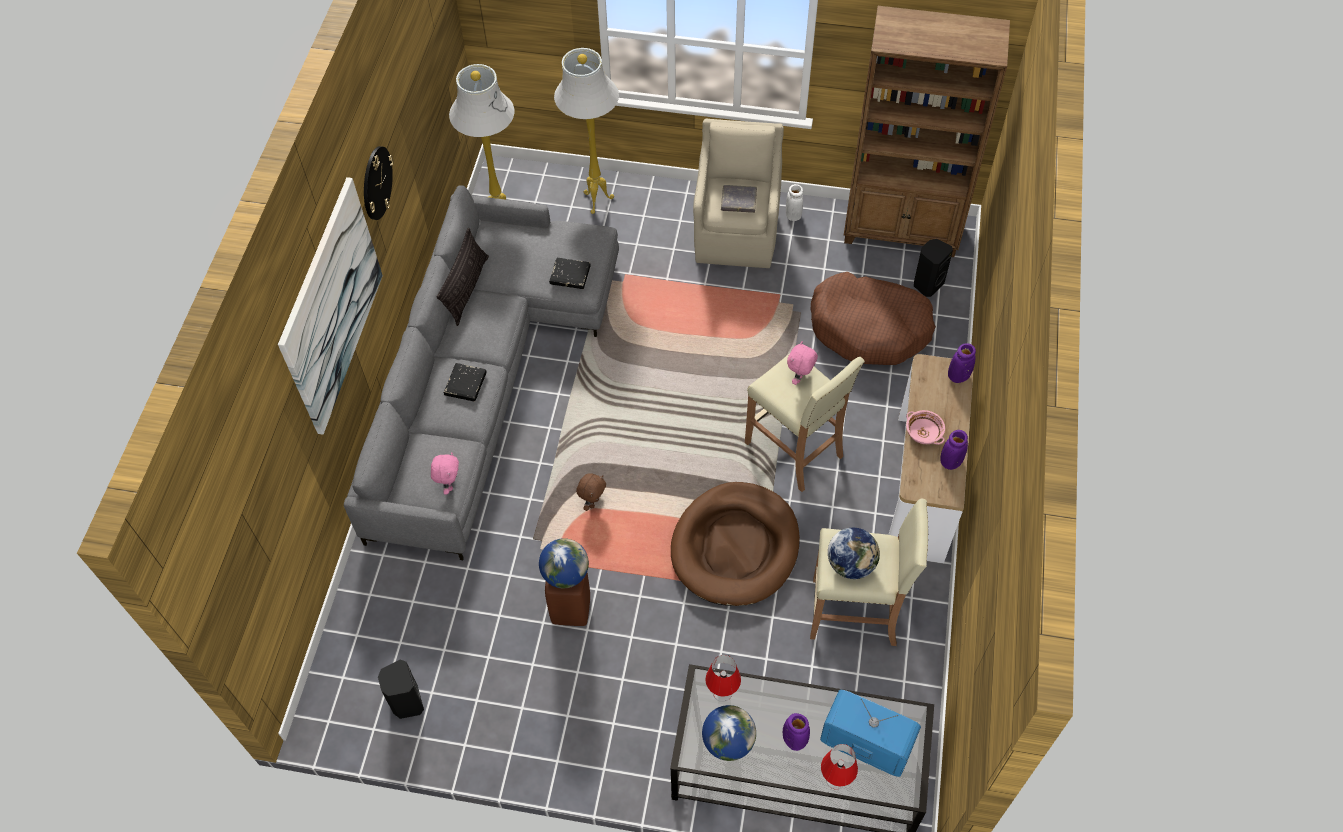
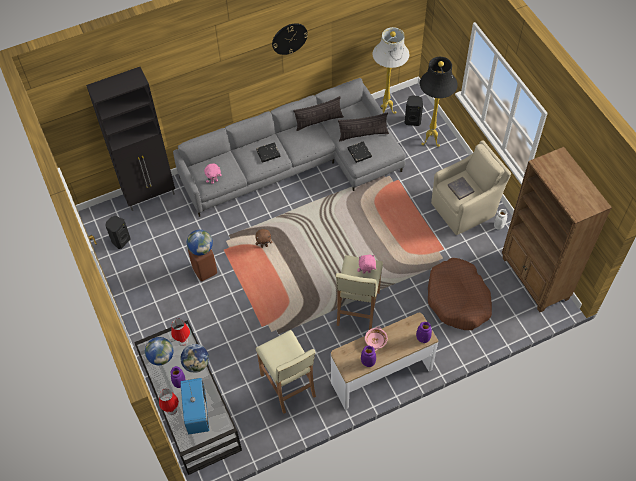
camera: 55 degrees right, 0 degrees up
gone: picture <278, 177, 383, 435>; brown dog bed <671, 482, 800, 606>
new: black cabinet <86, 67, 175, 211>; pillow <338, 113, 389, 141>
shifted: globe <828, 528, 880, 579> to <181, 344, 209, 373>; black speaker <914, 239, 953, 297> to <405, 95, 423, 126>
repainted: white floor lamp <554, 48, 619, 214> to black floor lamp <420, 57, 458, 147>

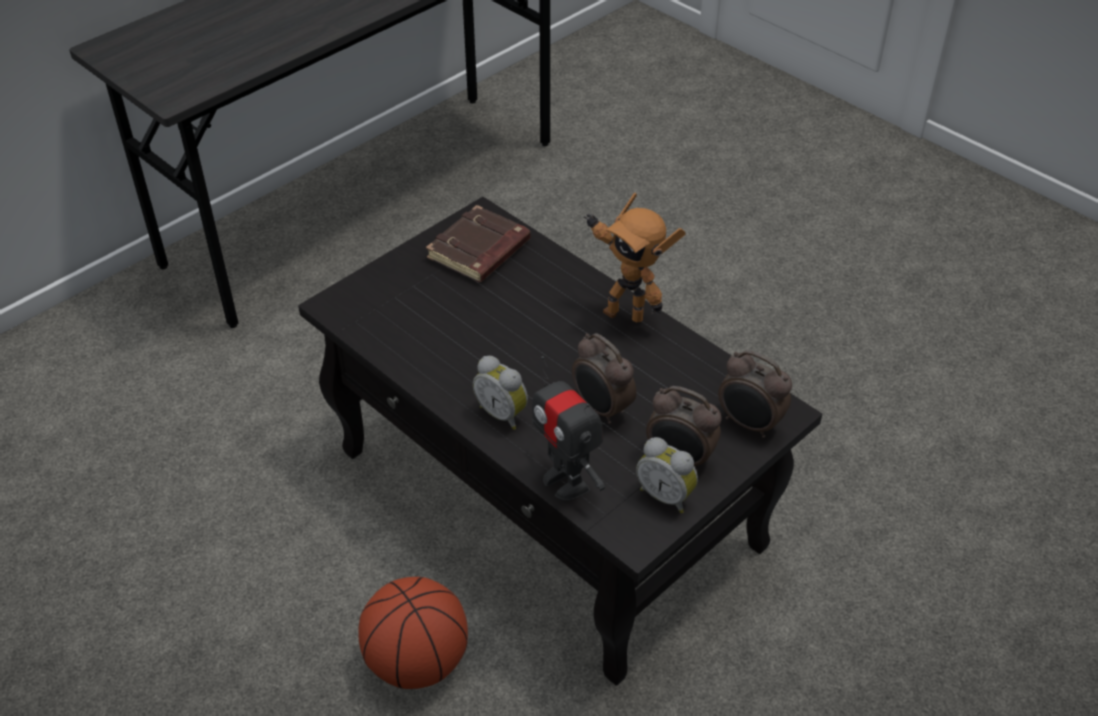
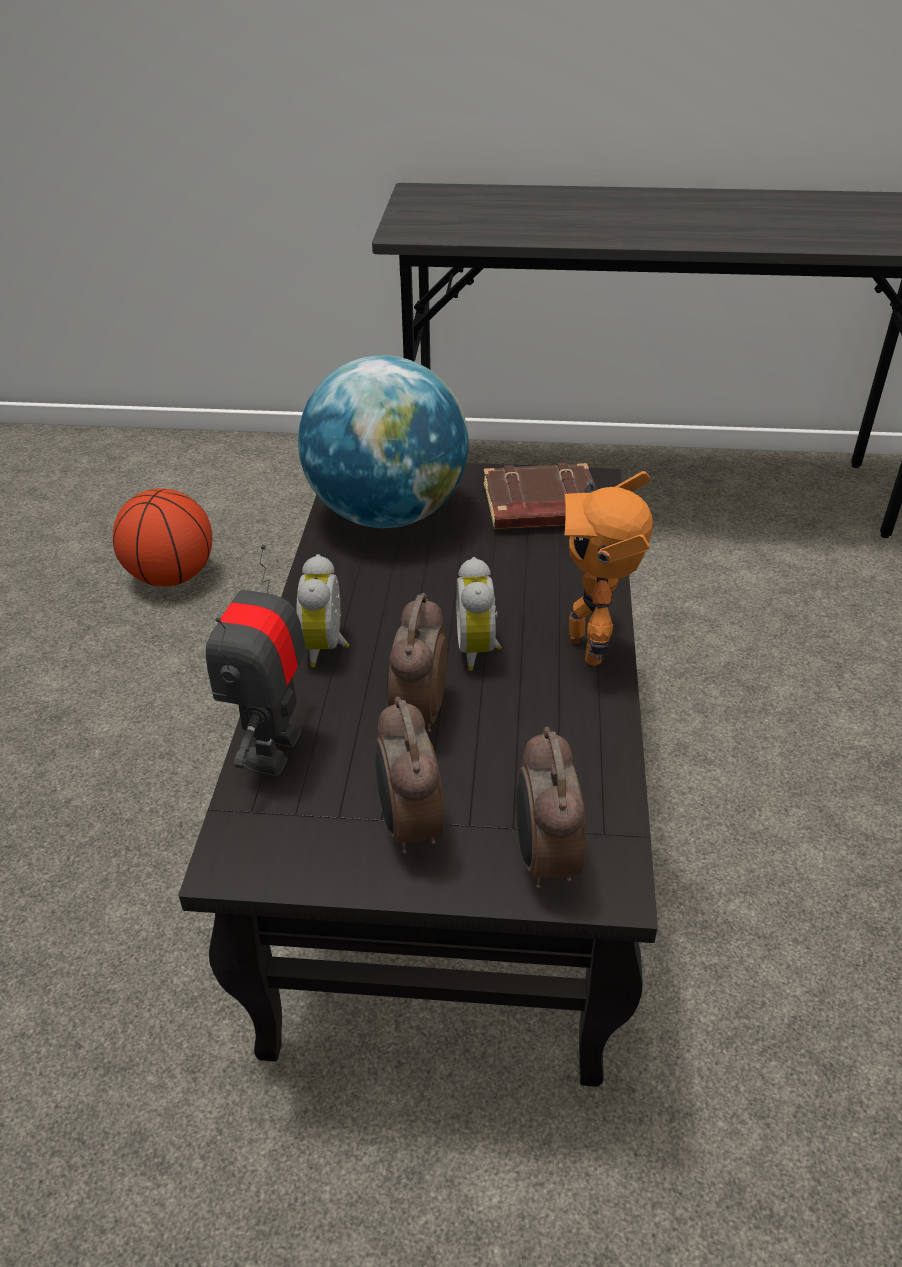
camera: 50 degrees right, 5 degrees down
new: globe <298, 355, 469, 528>
shifted: basketball <358, 577, 468, 689> to <113, 488, 212, 587>; alarm clock <636, 437, 698, 513> to <456, 557, 502, 671>

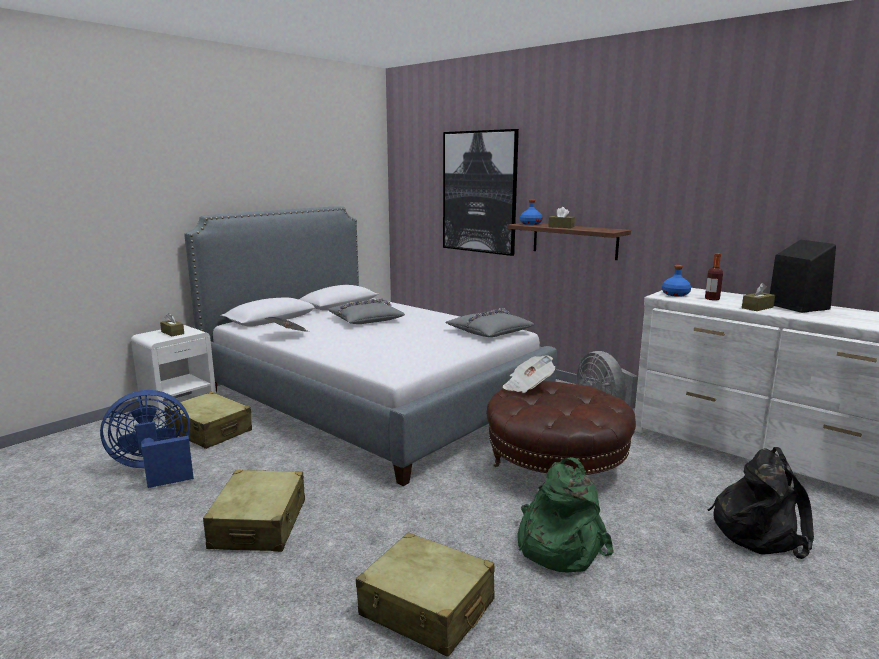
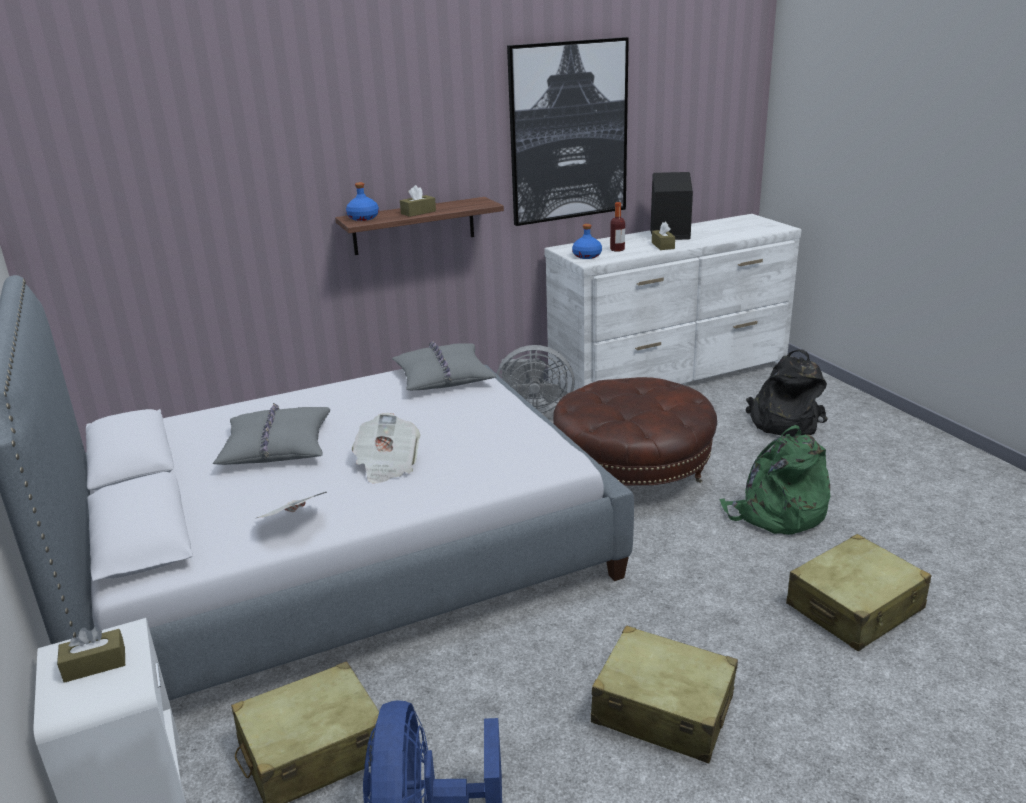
camera: 65 degrees left, 10 degrees up
shifted: picture <443, 129, 519, 256> to <507, 37, 629, 226>; newspaper <503, 355, 555, 393> to <352, 413, 420, 484>

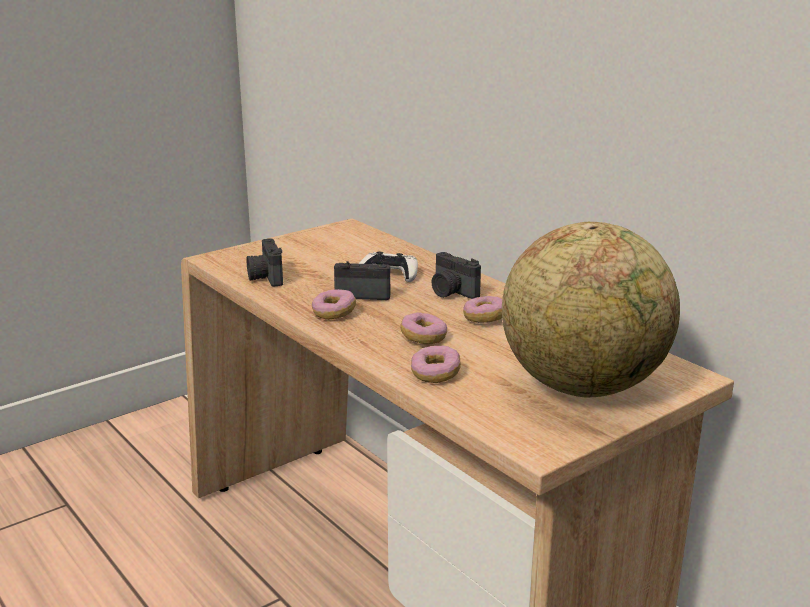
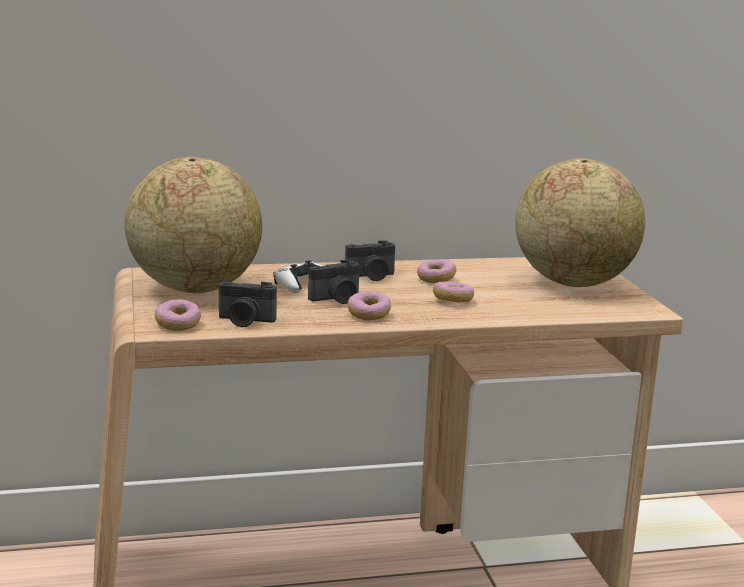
camera: 65 degrees left, 5 degrees down
new: globe <124, 157, 262, 293>
shifted: donut <411, 346, 461, 383> to <155, 299, 201, 331>
rotated: photo camera <334, 261, 390, 300> = <308, 259, 359, 304> 150 degrees counterclockwise

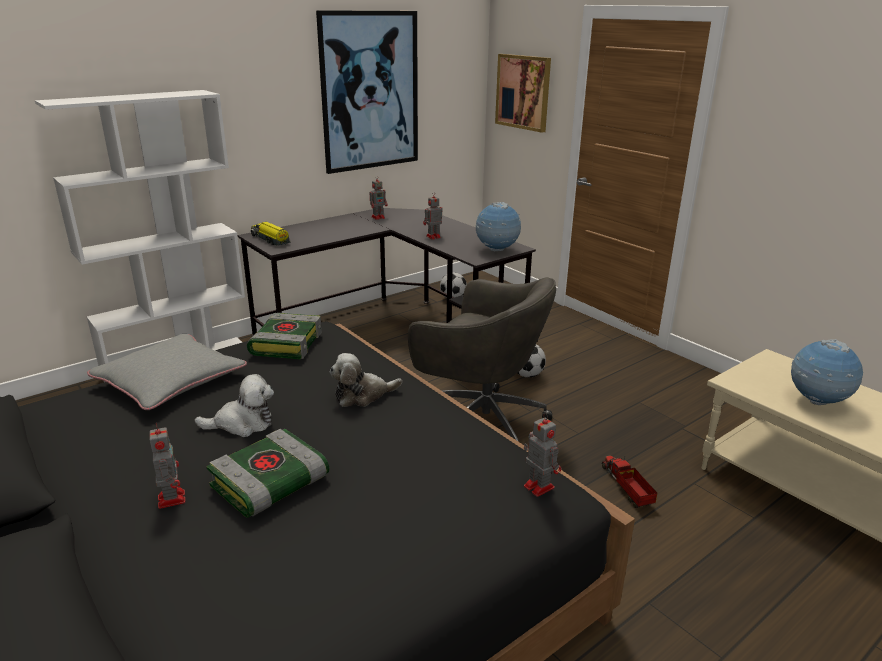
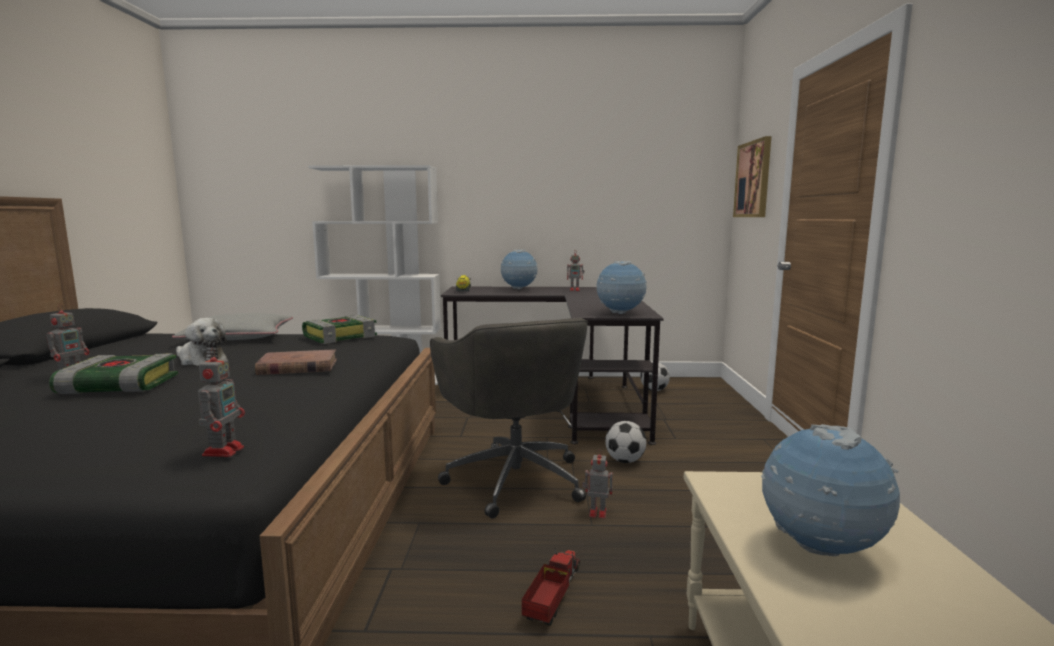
camera: 40 degrees right, 15 degrees down
gone: picture <316, 10, 418, 174>
new: globe <501, 250, 538, 289>
shifted: toy robot <423, 192, 443, 240> to <582, 449, 613, 519>
swapped: plush toy <330, 353, 402, 407> to brown book <255, 349, 337, 375>

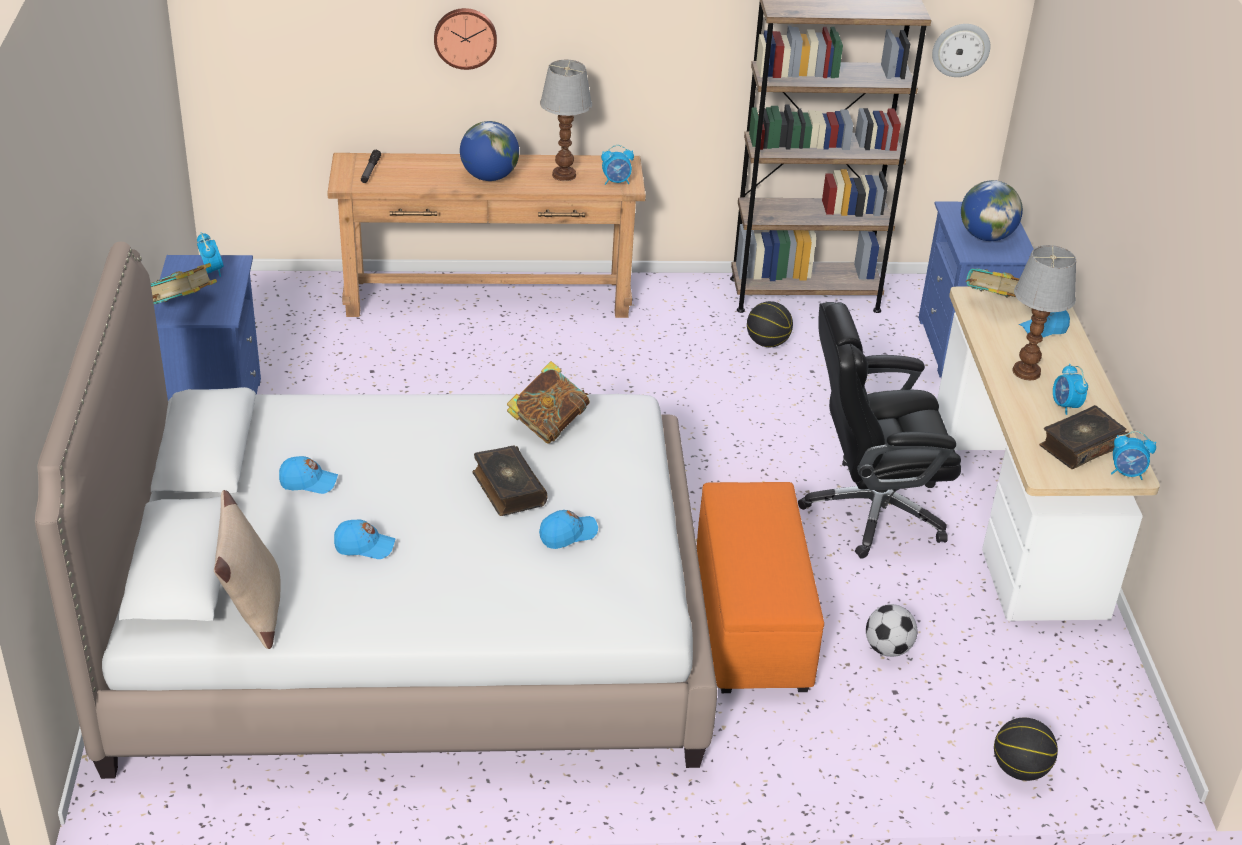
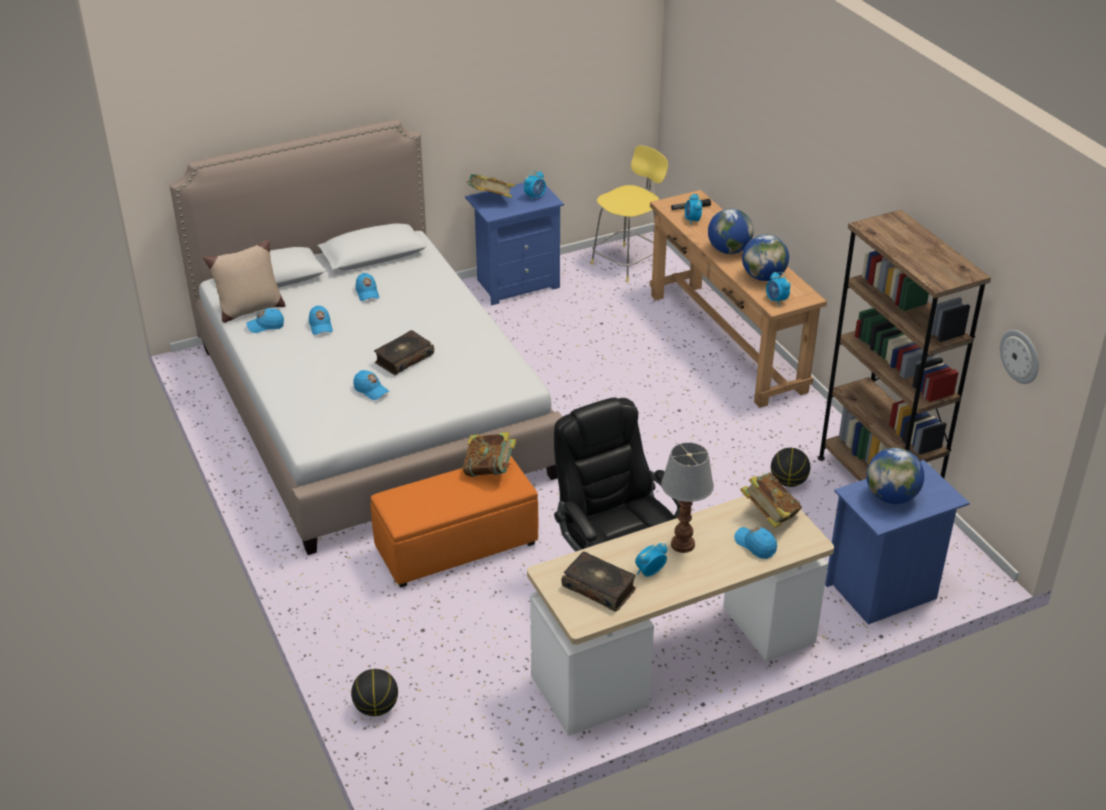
camera: 70 degrees right, 0 degrees up
gone: wall clock <434, 8, 497, 70>; football <866, 604, 918, 657>
new: blue cap <246, 308, 284, 333>; yellow stool <591, 145, 668, 283>
shifted: book <507, 361, 590, 443> to <463, 432, 516, 477>; alarm clock <1111, 431, 1156, 480> to <685, 194, 702, 225>
swapped: table lamp <540, 60, 592, 181> to globe <742, 234, 789, 281>

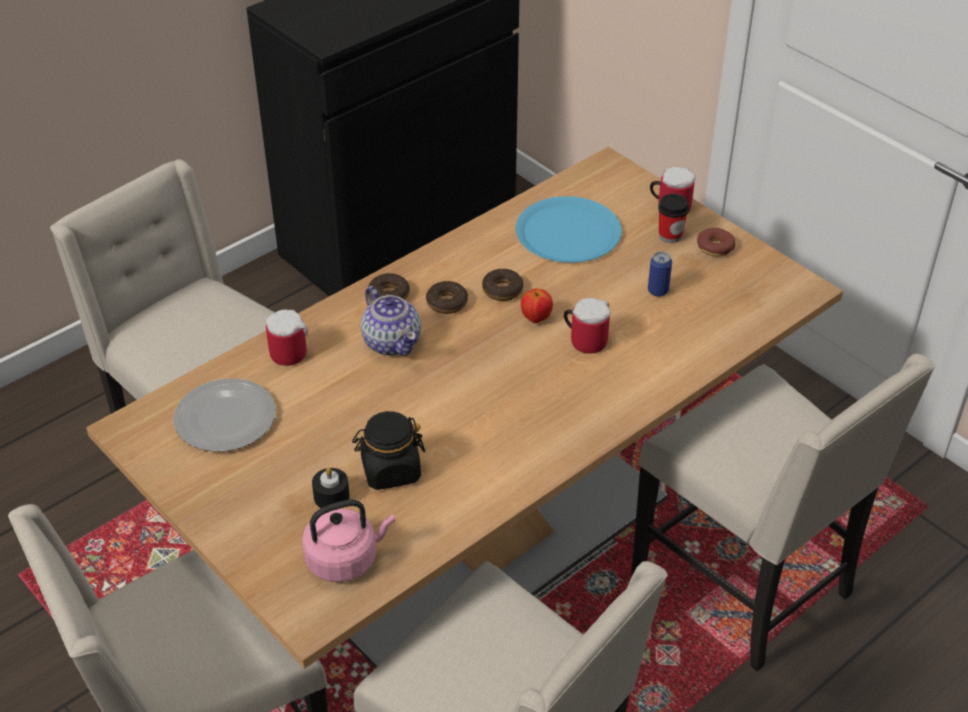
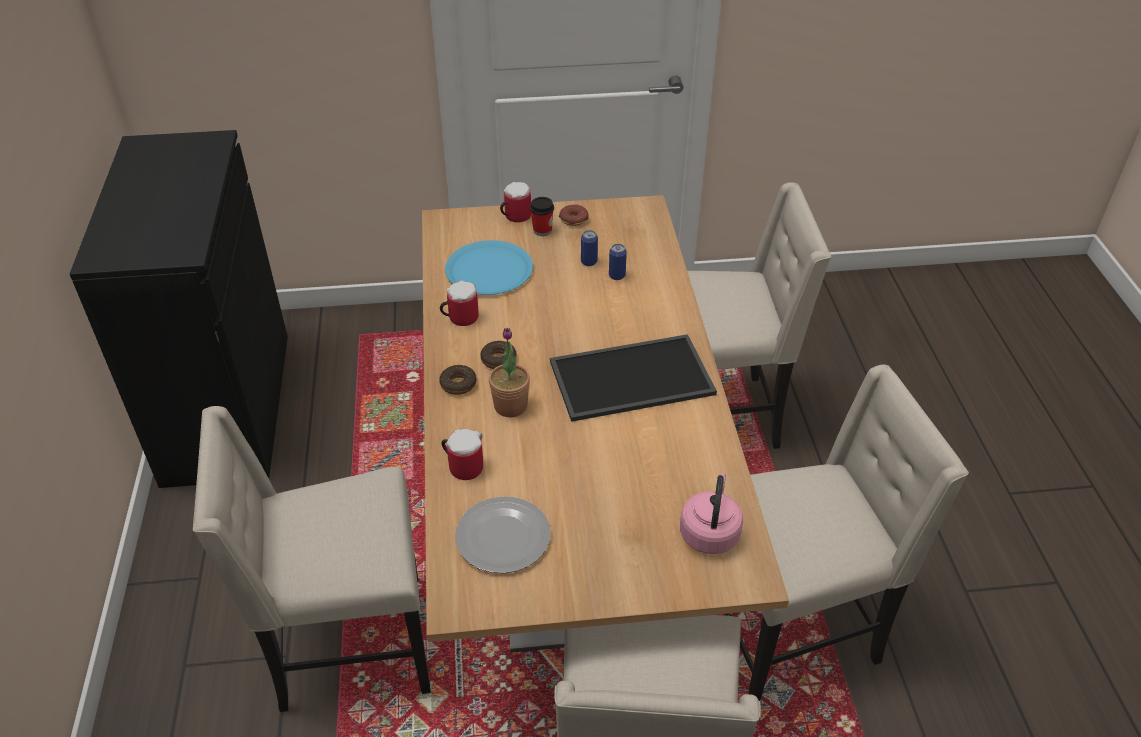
camera: 55 degrees left, 0 degrees up
gone: black candle <312, 467, 350, 508>; black jar <352, 411, 425, 490>; donut <482, 269, 523, 301>; apple <521, 289, 553, 323>
new: tray <550, 334, 717, 422>; can <609, 244, 627, 280>
shifted: mug <564, 298, 611, 354> to <440, 280, 478, 326>
swapped: teapot <361, 286, 421, 356> to potted plant <489, 328, 530, 417>

